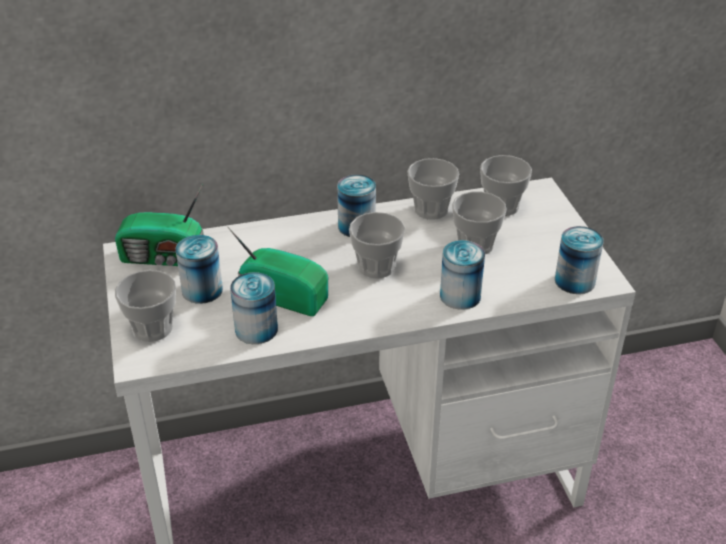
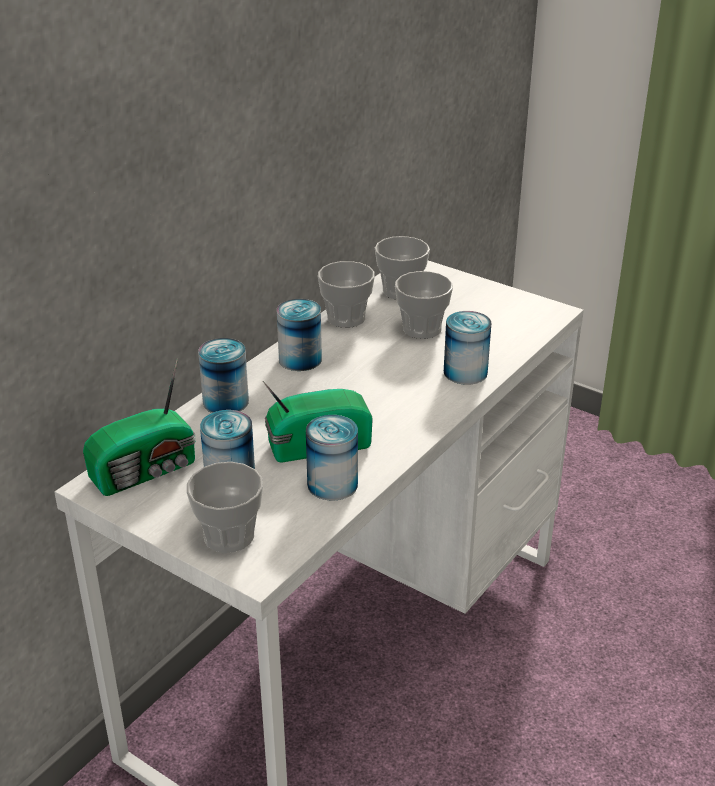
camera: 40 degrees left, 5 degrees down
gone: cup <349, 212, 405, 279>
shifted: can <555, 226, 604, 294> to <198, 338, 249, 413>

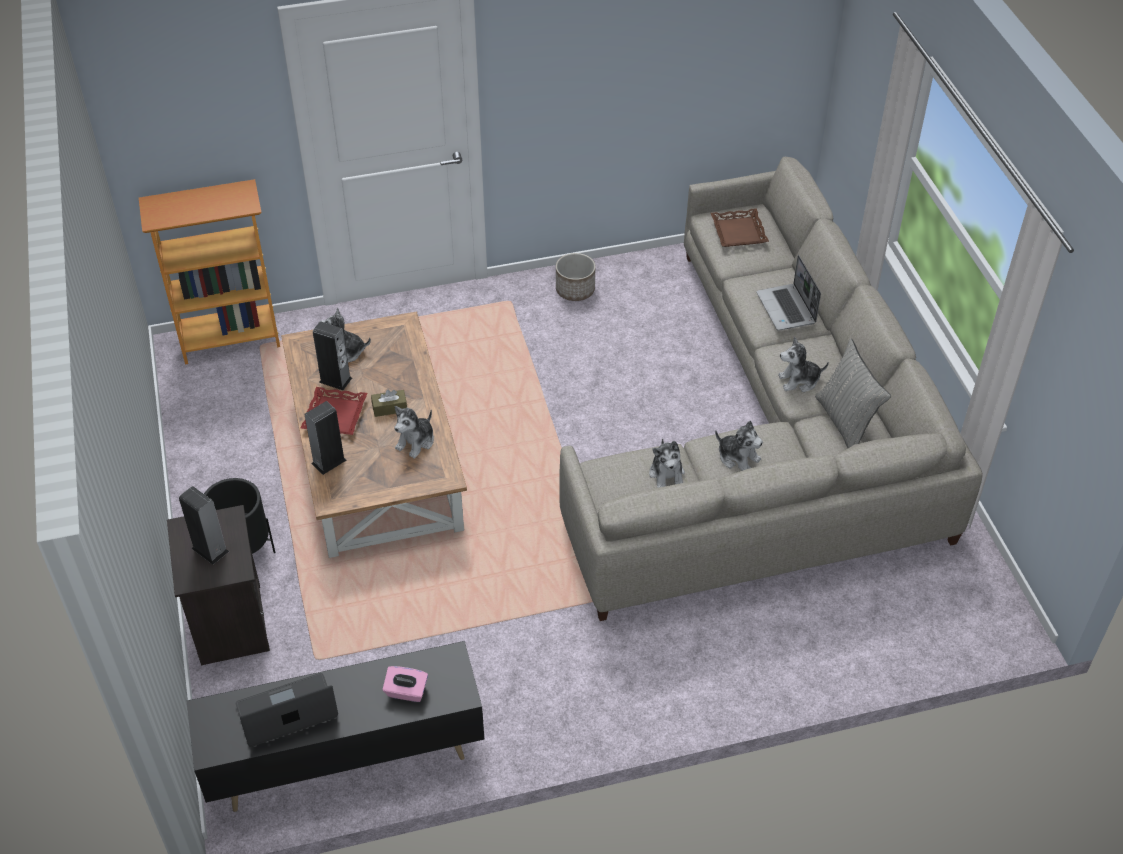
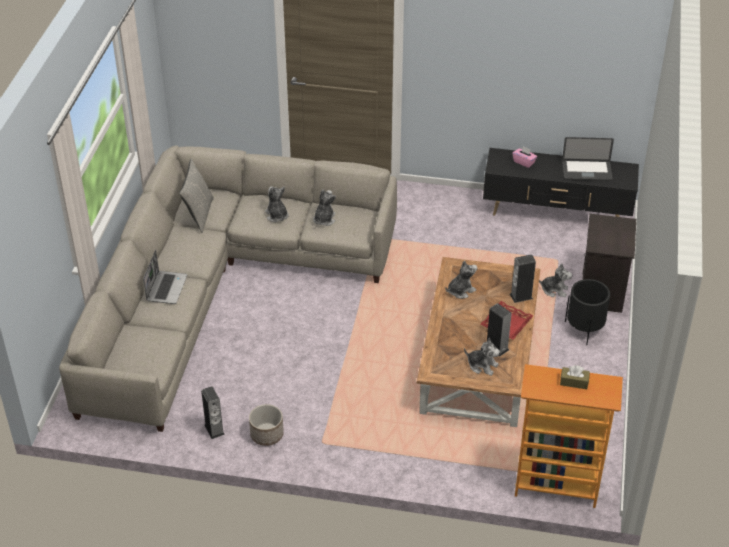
camera: 155 degrees left, 5 degrees down
gone: brown tray <711, 208, 769, 247>
shifted: speaker <179, 486, 229, 565> to <201, 386, 225, 439>; brown tissue box <371, 390, 407, 417> to <560, 365, 590, 389>; plush toy <778, 337, 829, 392> to <539, 263, 572, 297>

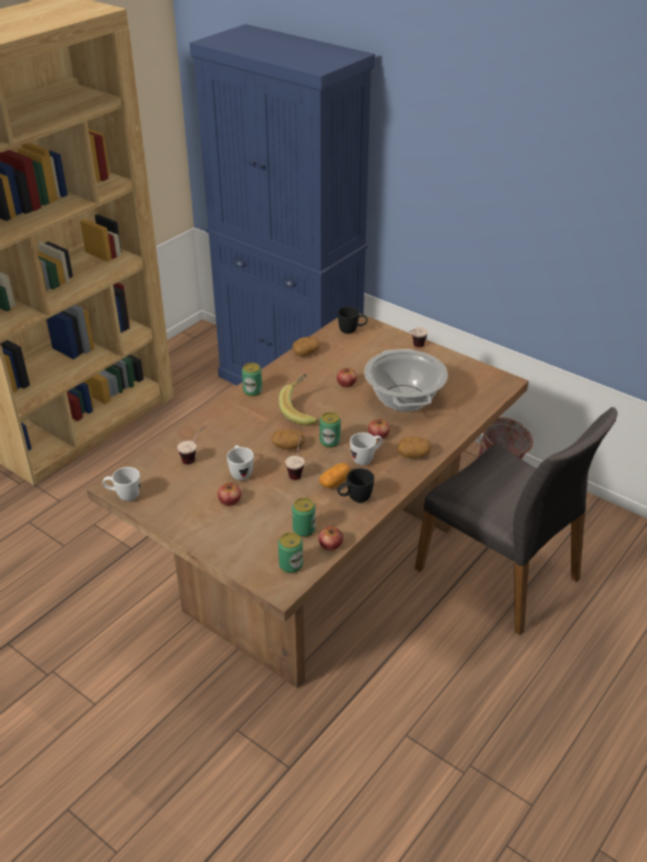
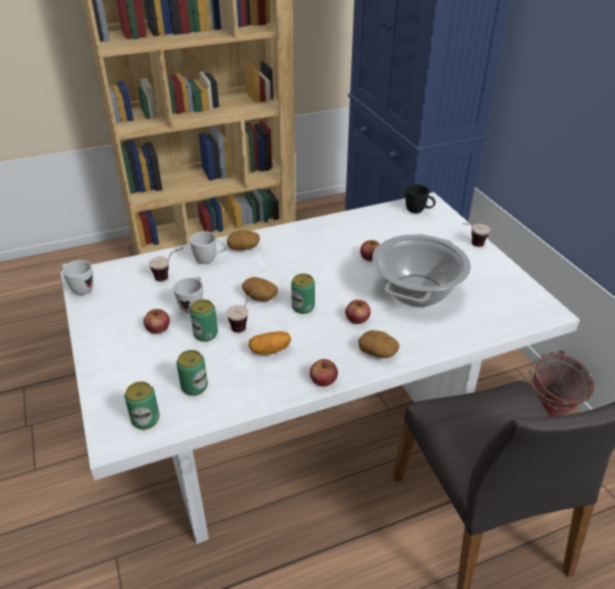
camera: 30 degrees right, 0 degrees up
gone: banana <279, 374, 318, 426>; black mug <337, 468, 374, 503>
shifted: can <242, 363, 262, 396> to <190, 299, 218, 342>; potato <292, 336, 320, 357> to <227, 230, 260, 251>; apple <318, 526, 343, 551> to <310, 359, 338, 387>; white mug <350, 433, 383, 465> to <190, 231, 227, 264>
repainted: brown dining table <86, 313, 529, 688> to white dining table <60, 192, 580, 544>

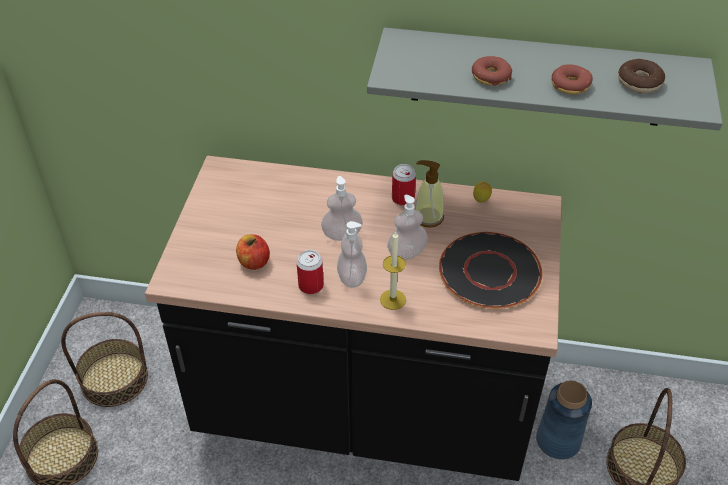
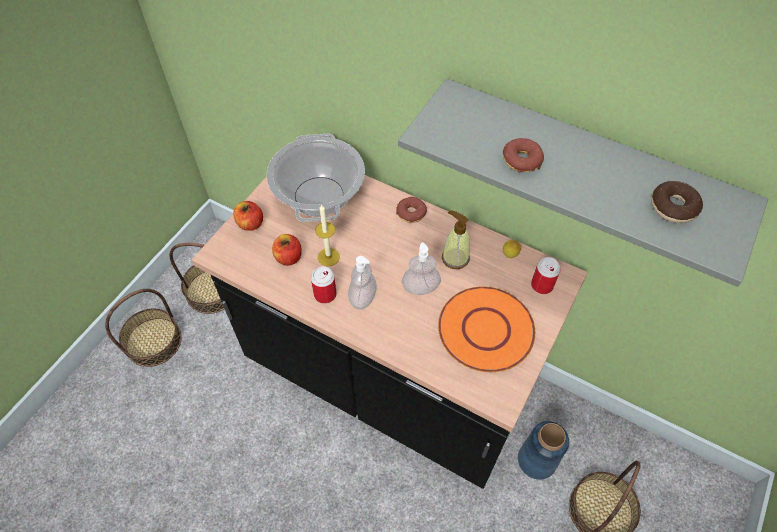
camera: 20 degrees right, 10 degrees up
gone: soap dispenser <321, 176, 363, 241>
new: apple <234, 201, 263, 231>; cooking pot <266, 134, 365, 222>
shifted: candle <380, 231, 406, 310> to <315, 204, 340, 267>; can <392, 164, 416, 206> to <531, 257, 561, 294>; donut <552, 64, 593, 95> to <396, 197, 427, 223>
repainted: black plate <439, 232, 542, 309> to orange plate <438, 286, 535, 372>

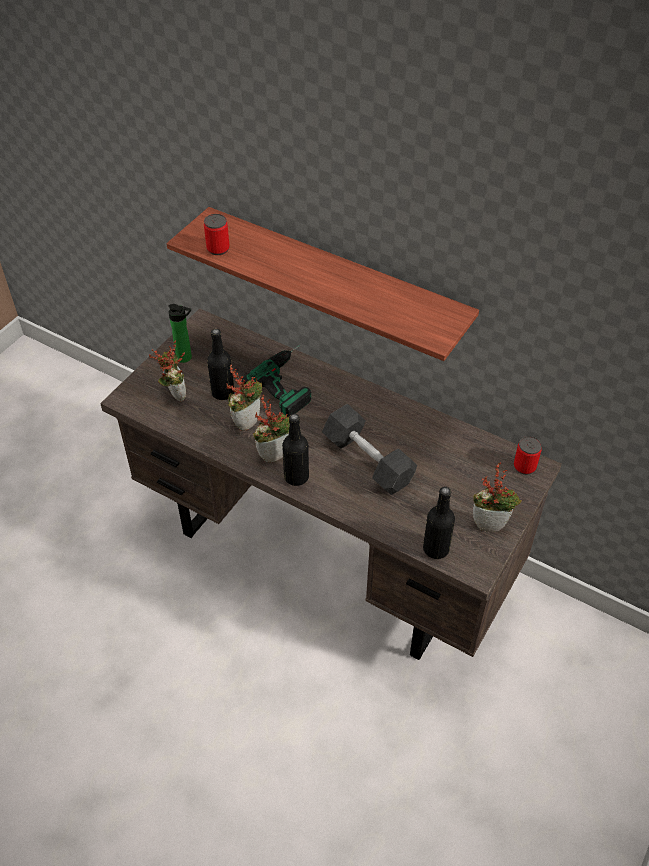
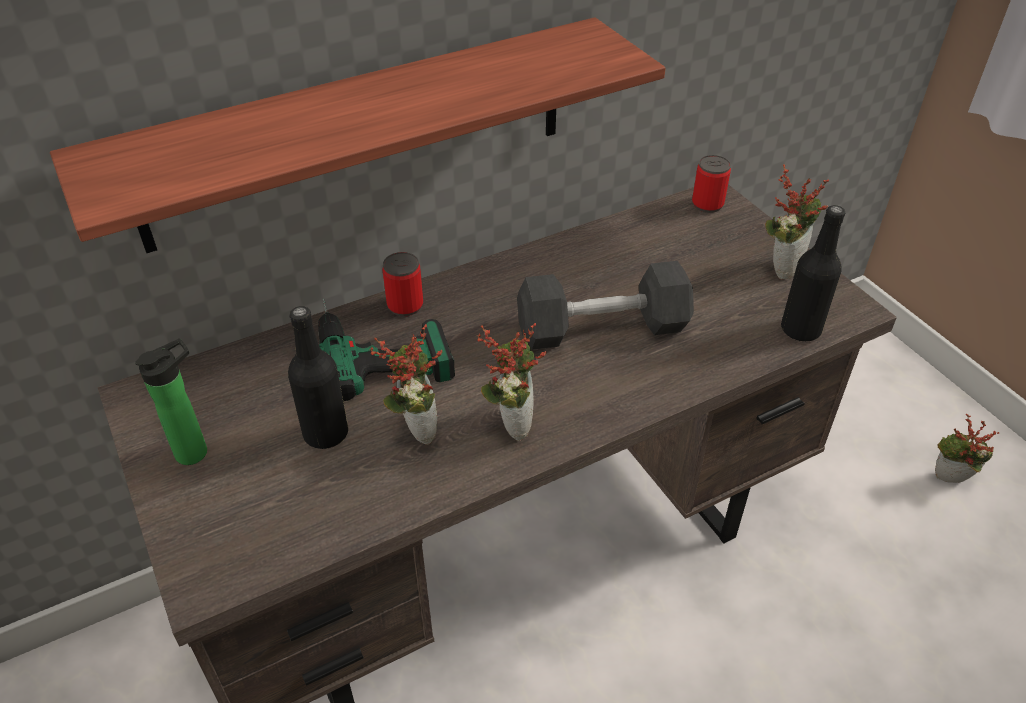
camera: 60 degrees left, 5 degrees down
gone: black bottle <282, 414, 309, 486>
shifted: potted plant <149, 340, 186, 402> to <935, 414, 999, 483>; can <204, 214, 230, 255> to <383, 252, 423, 316>

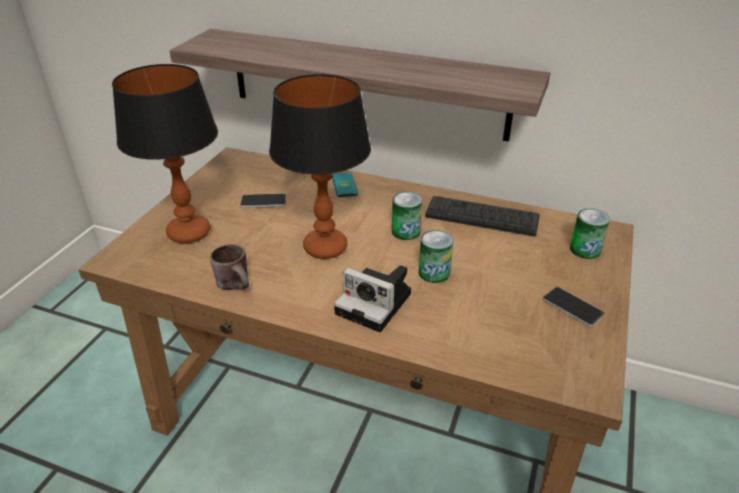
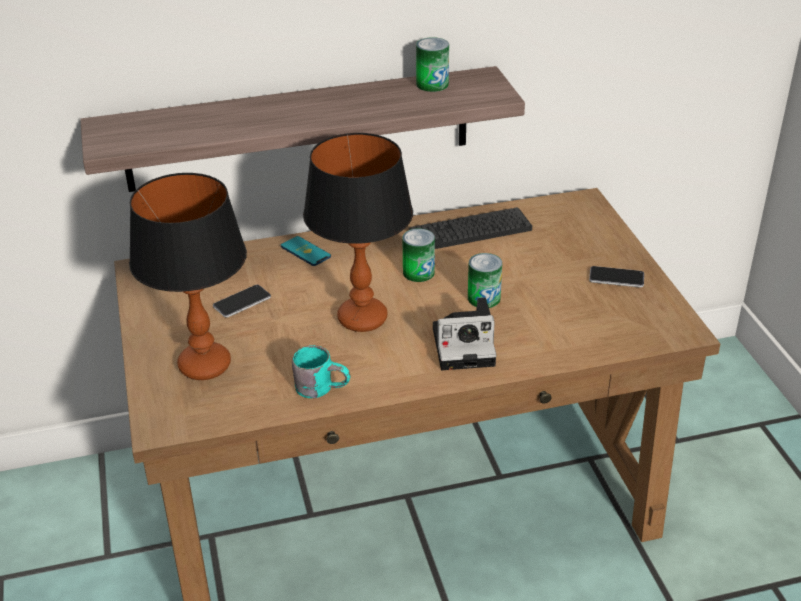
camera: 35 degrees left, 0 degrees up
shifted: can <570, 208, 610, 259> to <416, 37, 449, 92>
repainted: brown mug <210, 244, 249, 290> to turquoise mug <292, 345, 350, 398>

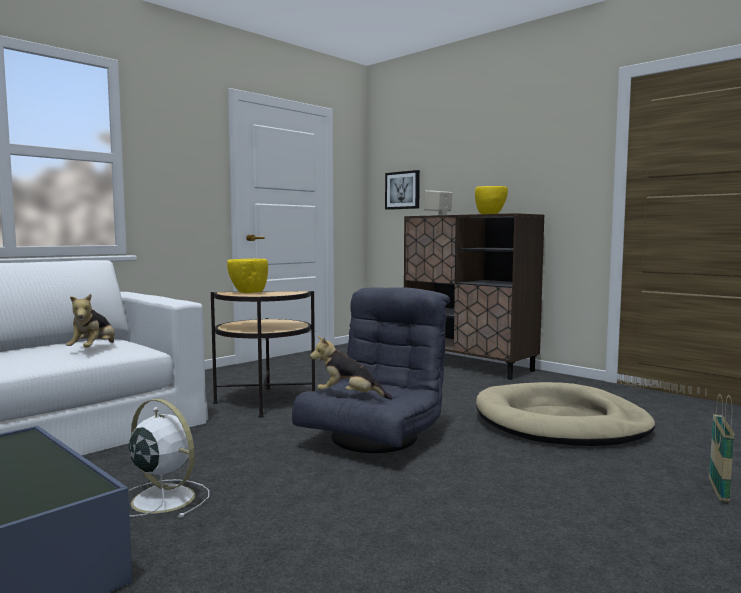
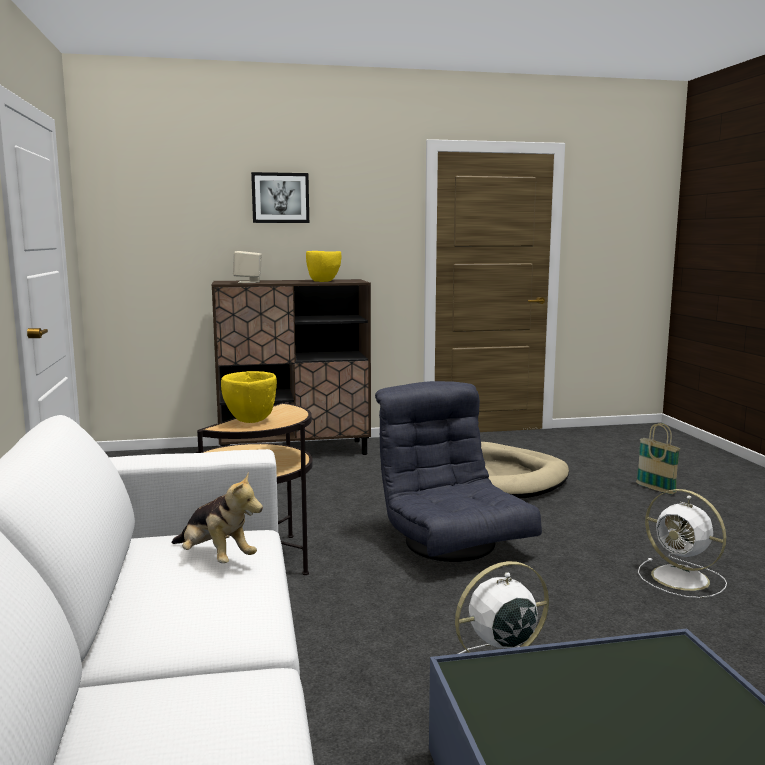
camera: 55 degrees left, 5 degrees up
gone: plush toy <310, 336, 393, 400>
new: white fan <638, 489, 727, 598>
shifted: picture <385, 170, 420, 210> to <251, 172, 309, 223>

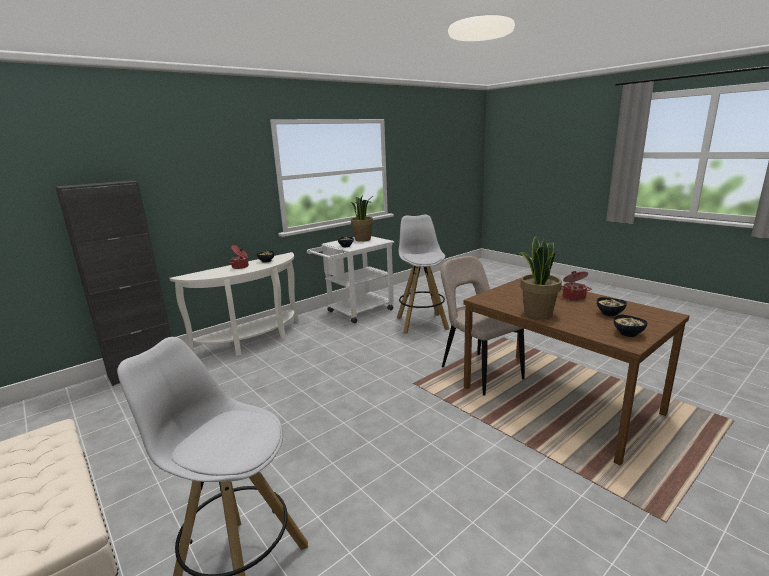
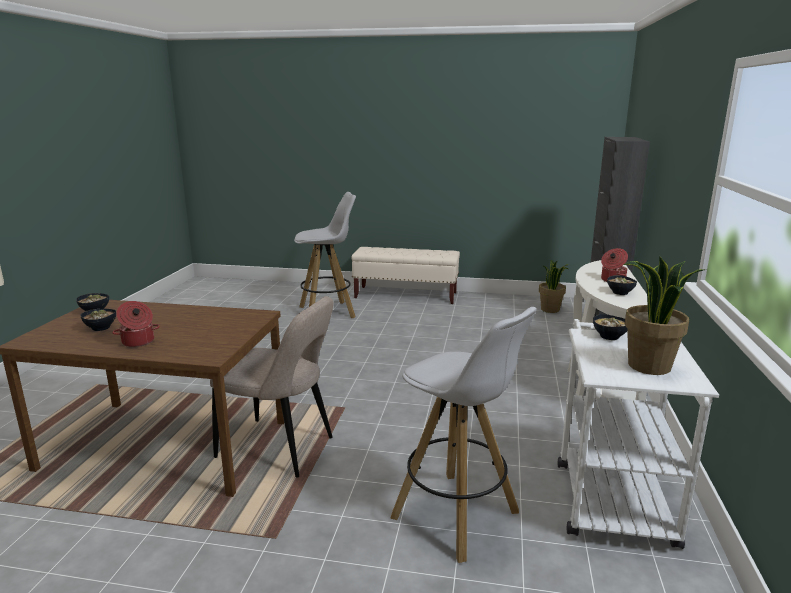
camera: 140 degrees right, 0 degrees up
shifted: potted plant <517, 236, 562, 319> to <539, 260, 569, 313>

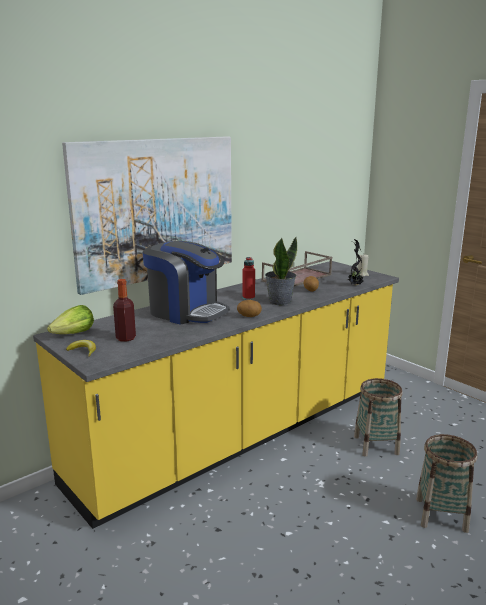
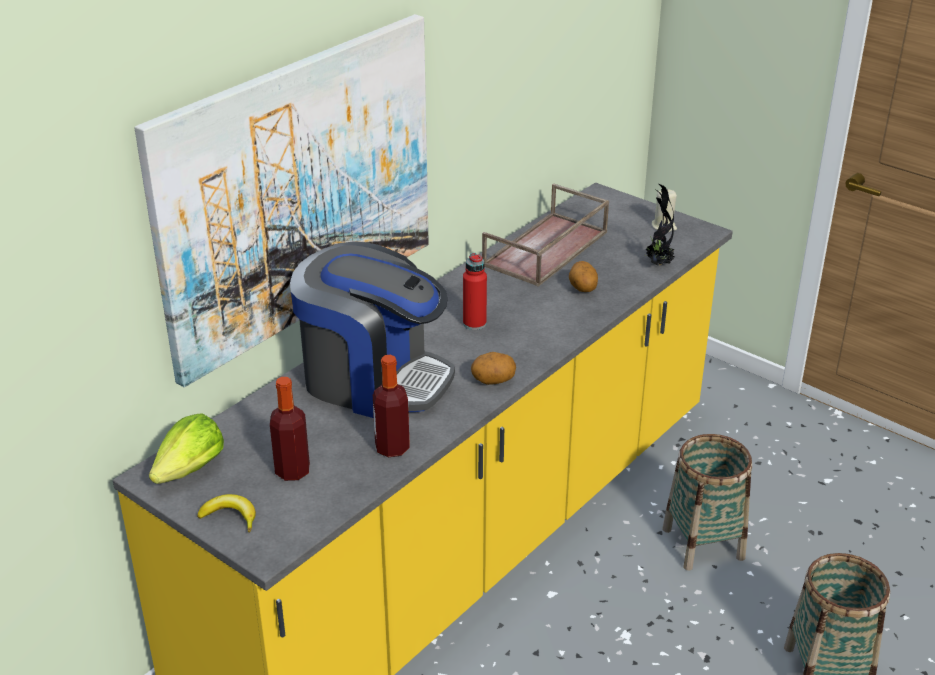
camera: 10 degrees left, 15 degrees up
gone: potted plant <265, 236, 297, 305>
new: bottle <373, 355, 410, 457>

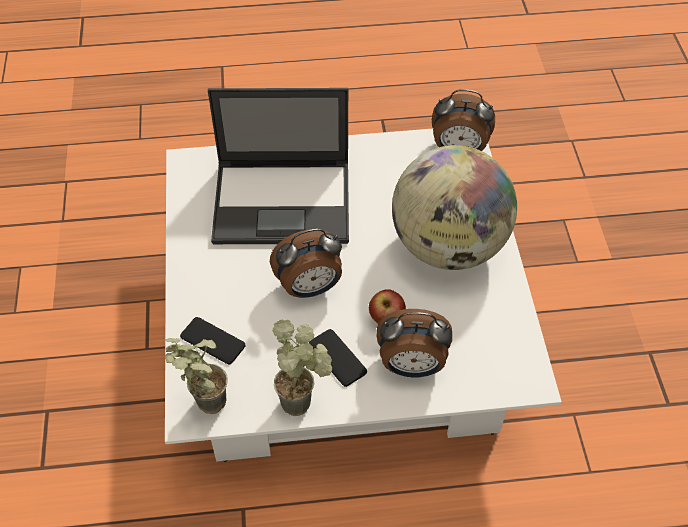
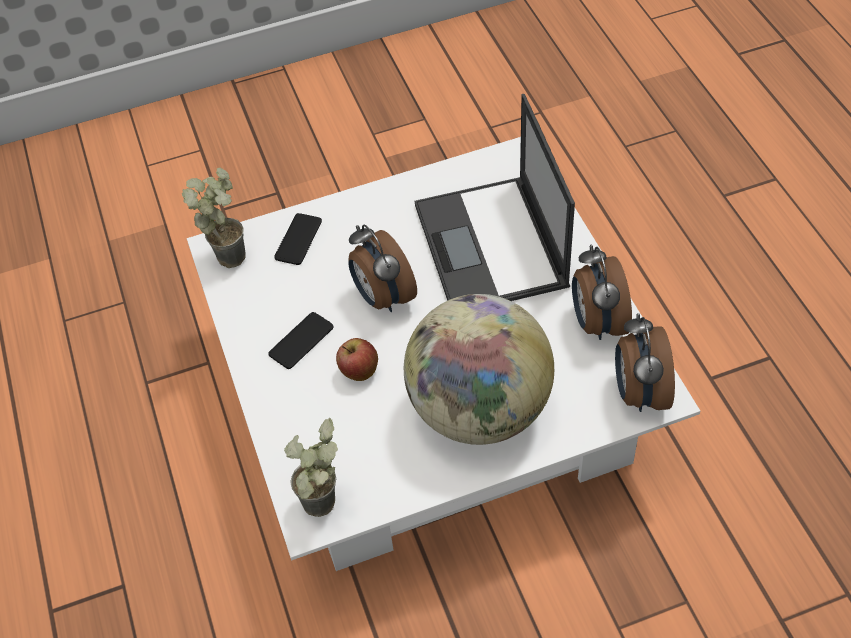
camera: 80 degrees right, 0 degrees up
shifted: potted plant <272, 319, 332, 416> to <284, 418, 338, 517>; alarm clock <377, 309, 452, 377> to <572, 245, 632, 340>

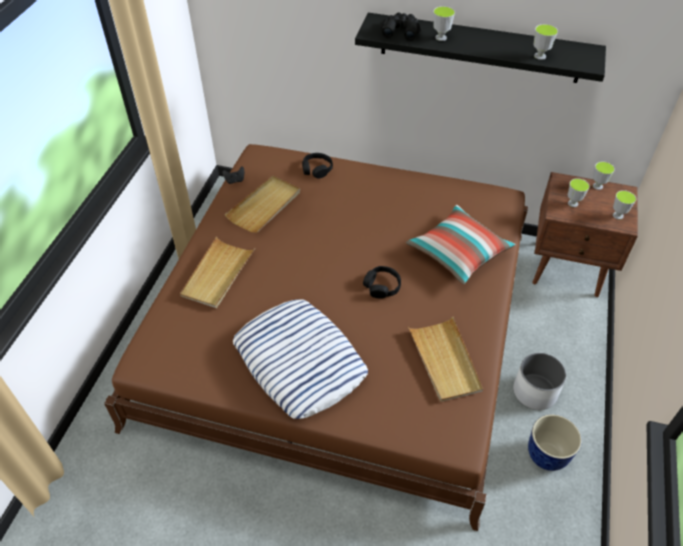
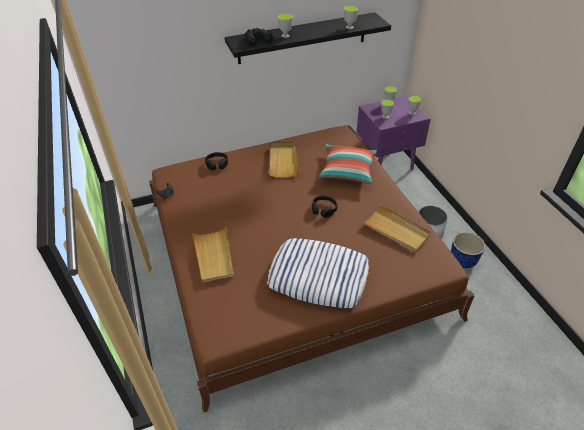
camera: 35 degrees left, 5 degrees down
shifted: beige tray <225, 175, 300, 233> to <269, 142, 299, 177>
repainted: brown nightstand <532, 172, 638, 297> to purple nightstand <356, 96, 431, 170>

